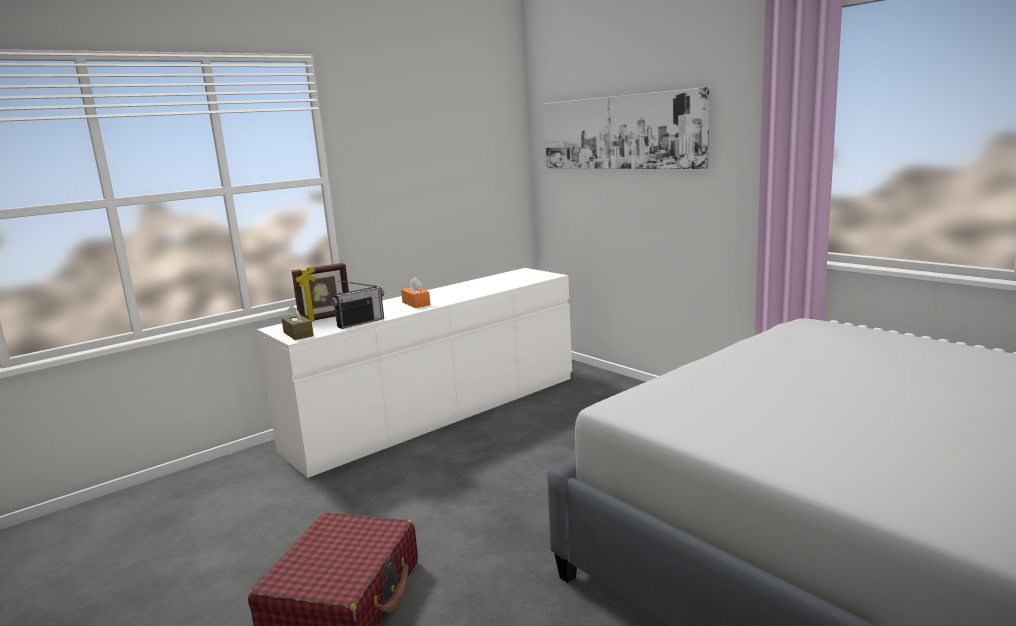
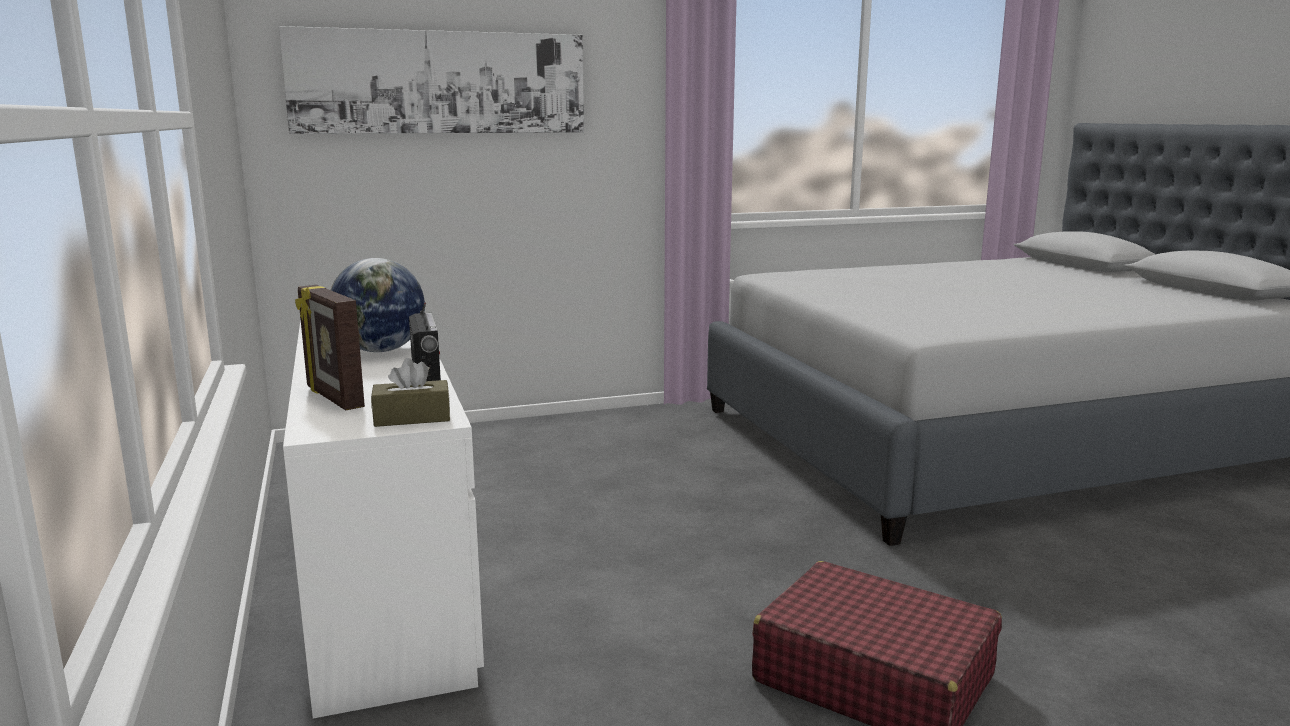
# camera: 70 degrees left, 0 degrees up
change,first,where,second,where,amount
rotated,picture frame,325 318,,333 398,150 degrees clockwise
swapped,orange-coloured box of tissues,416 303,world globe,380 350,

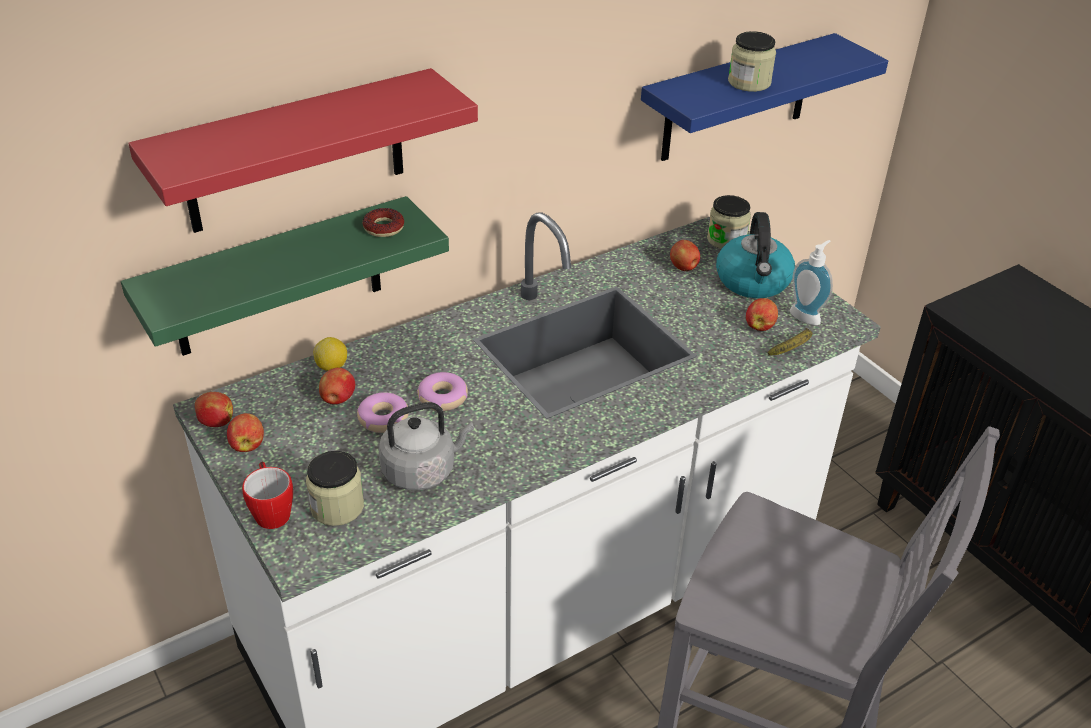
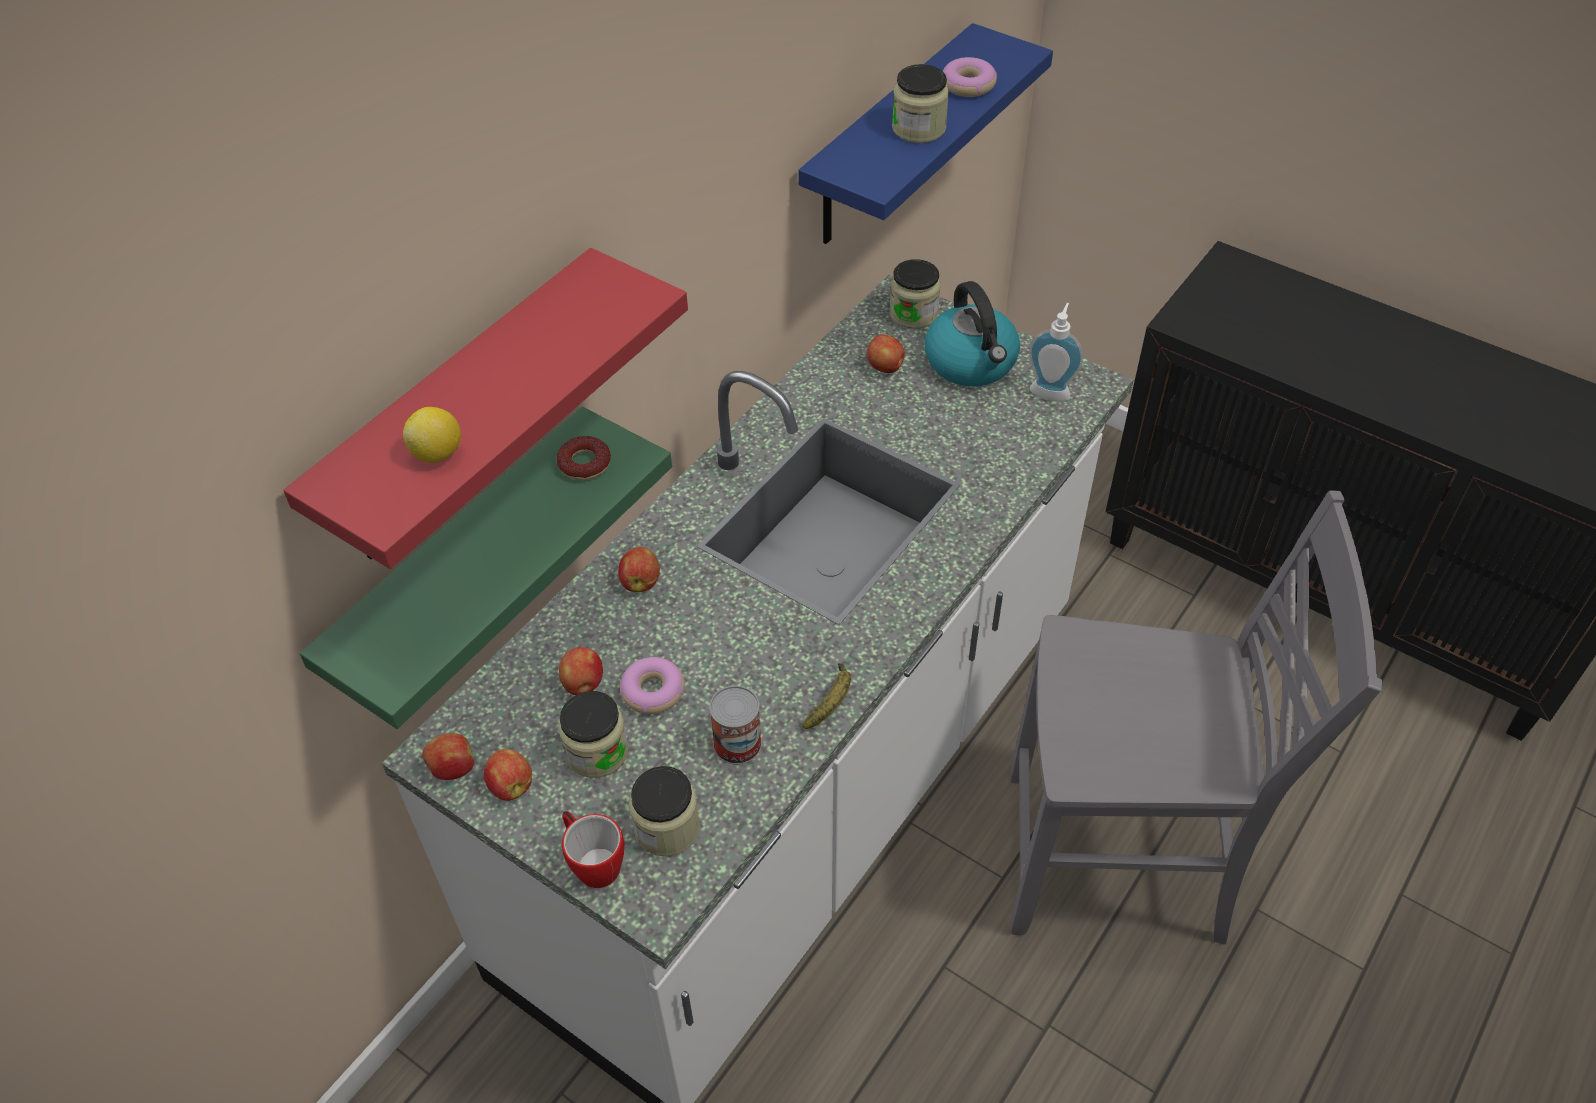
# camera: 20 degrees left, 10 degrees up
change,first,where,second,where,amount
shifted,whole lemon,332 366,,438 453,
swapped,greyish tea kettle,422 470,can,737 744,
shifted,ring doughnut,442 397,,968 85,
shifted,apple,760 326,,641 582,
shifted,banana fruit,793 348,,831 702,
new,,,storage jar,597 752,

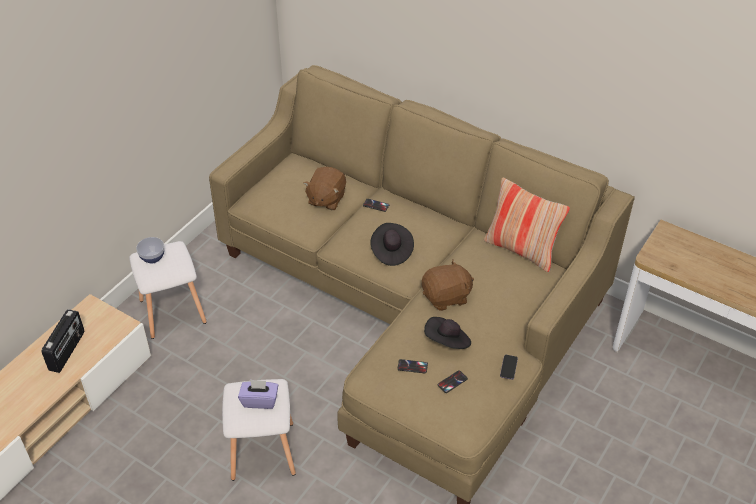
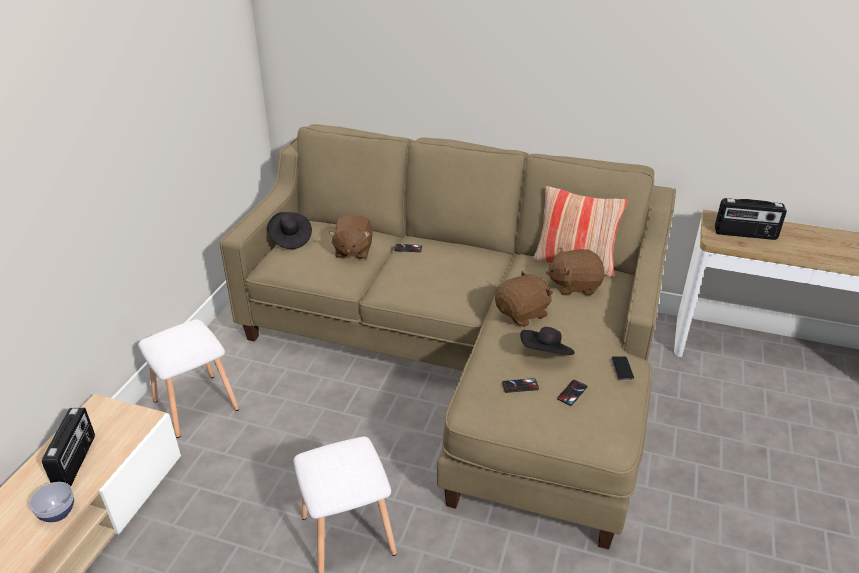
# camera: 15 degrees left, 10 degrees down
change,first,where,second,where,amount
shifted,bowl,152 258,,57 512,
gone,purple box of tissues,259 400,,,
shifted,blackish wearable hat,391 251,,290 239,
new,,,brown-coloured cuddly toy,574 286,
new,,,radio receiver,745 234,

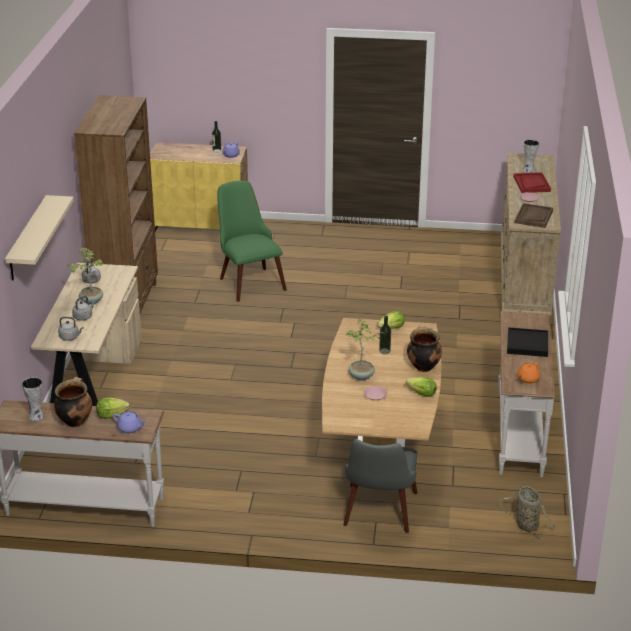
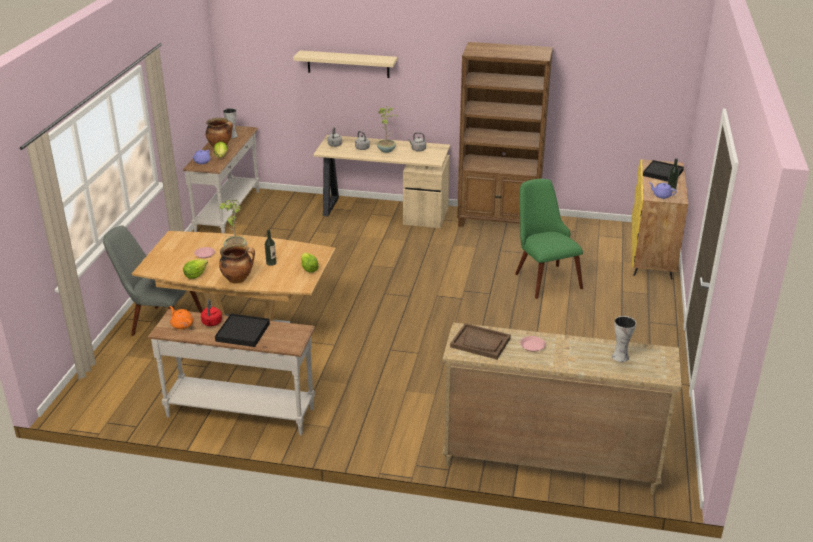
# camera: 95 degrees right, 0 degrees up
change,first,where,second,where,amount
rotated,greenish chair,248 280,,543 277,90 degrees counterclockwise
gone,storage basket,525 524,,,
gone,red-coloured tray,531 184,,,
new,,,red-coloured tea kettle,212 323,
new,,,blackish tray,663 173,

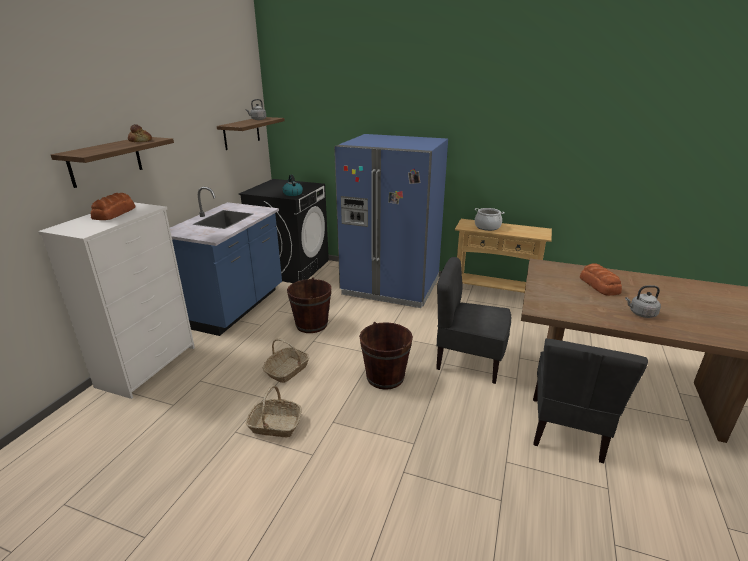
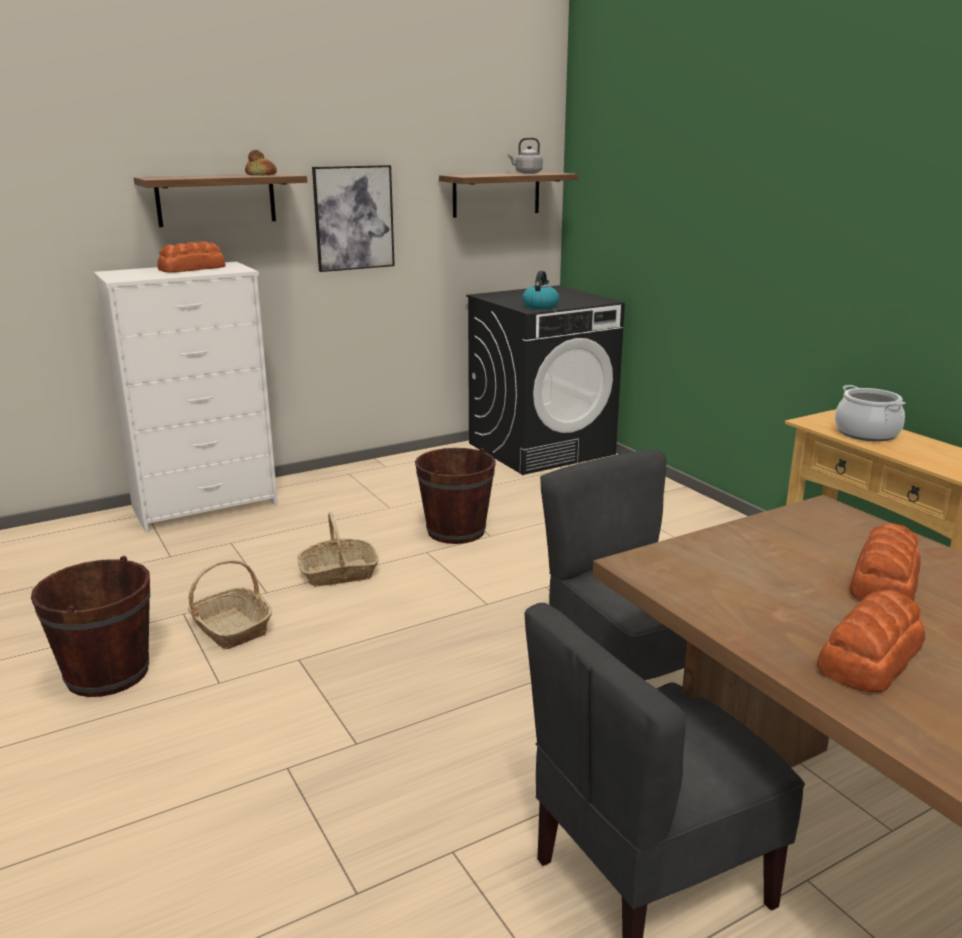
# camera: 40 degrees right, 5 degrees down
change,first,where,second,where,amount
gone,blue-coloured kitchen base unit,235 307,,,
gone,blue-coloured refrigerator,391 287,,,
shifted,brown-coloured bucket,385 377,,107 674,
swapped,greyish tea kettle,641 314,baked bread,869 656,
new,,,picture,353 218,

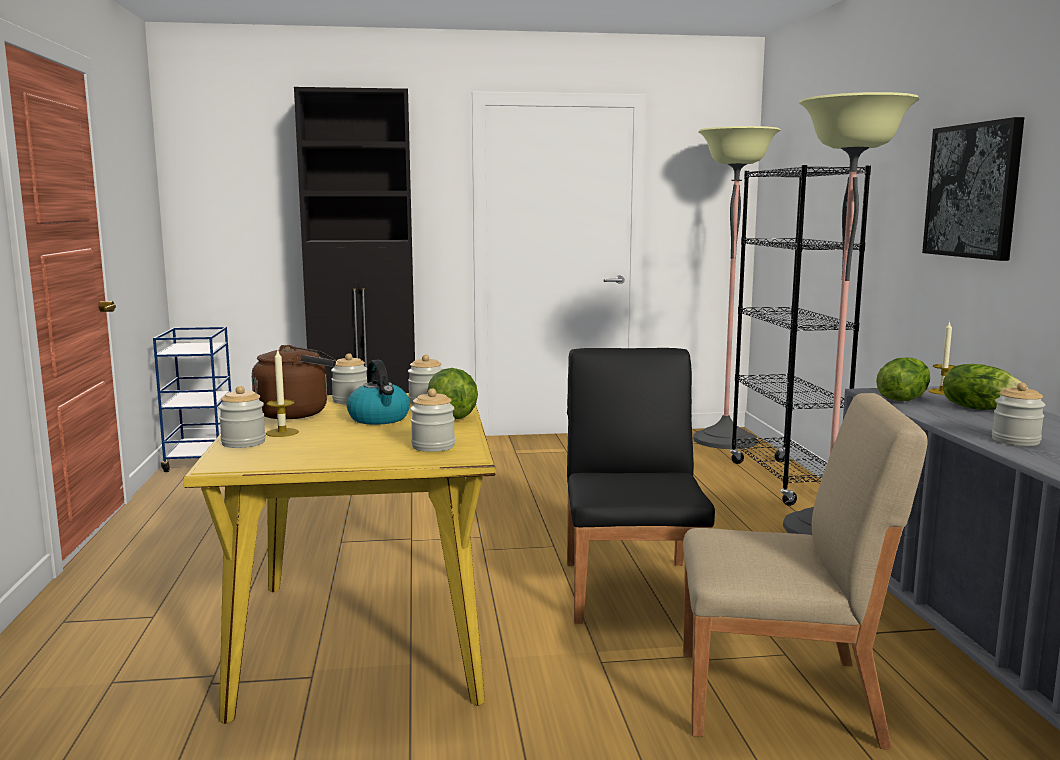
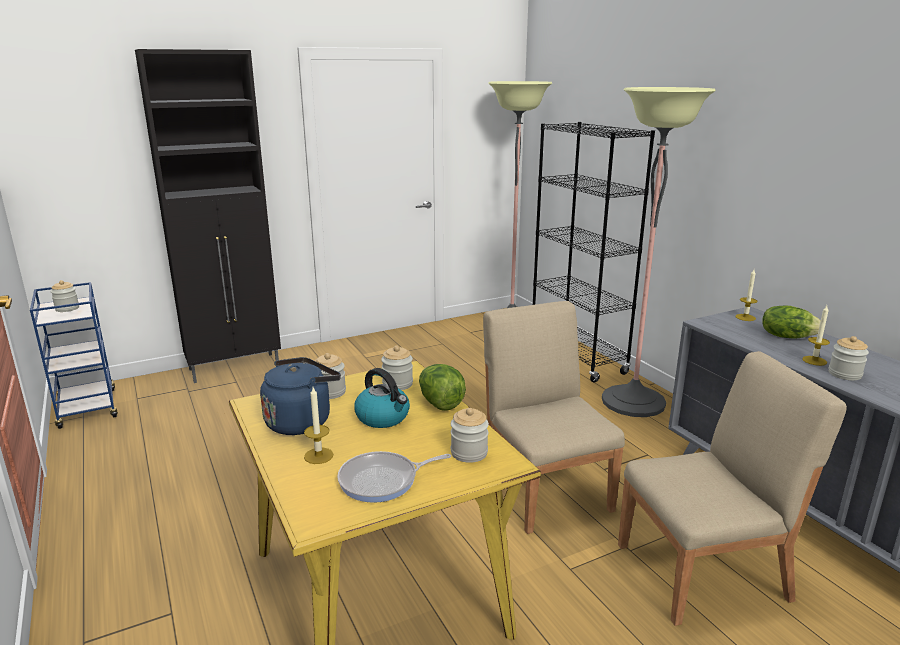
# camera: 20 degrees left, 10 degrees up
change,first,where,second,where,amount
shifted,storage jar,243 443,,67 308,
repainted,brown-coloured tea kettle,296 413,blue-coloured tea kettle,301 421,
repainted,blackish chair,632 589,beige-coloured chair,545 489,
gone,lettuce head,902 399,,,
gone,picture,973 191,,,
new,,,skillet,383 481,
new,,,wax light,814 360,

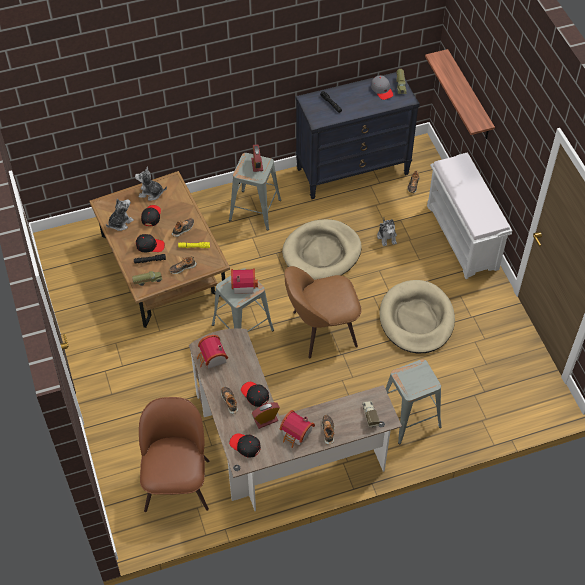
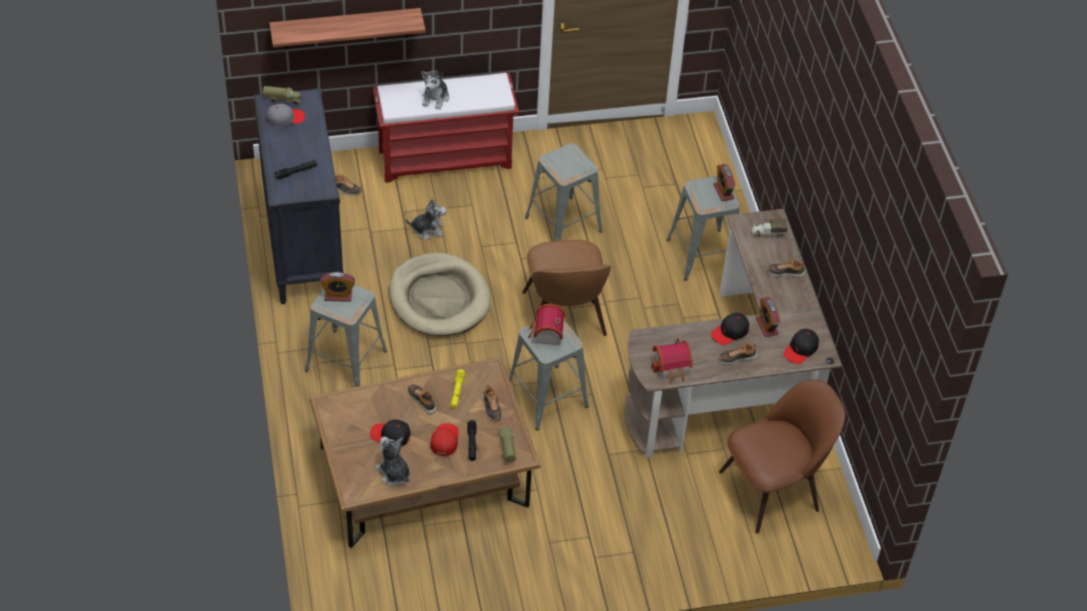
# camera: 85 degrees left, 5 degrees down
change,first,where,second,where,amount
shifted,cuddly toy,151 193,,435 98,
repainted,blackish peaked cap,150 245,red-coloured peaked cap,444 441,
rotated,brown-coloured chair,177 482,,773 489,150 degrees clockwise
gone,miniature house,296 434,,,
swapped,beige-coloured dog bed,416 319,greyish sitting stool,564 224,
repainted,whitish bench,463 237,red-coloured bench,446 158,
new,,,alarm clock,723 192,

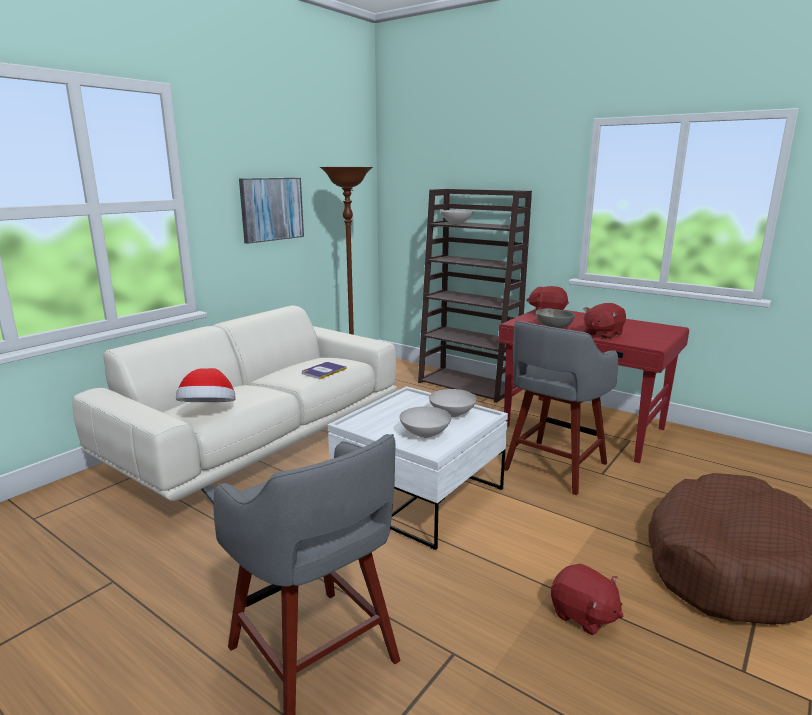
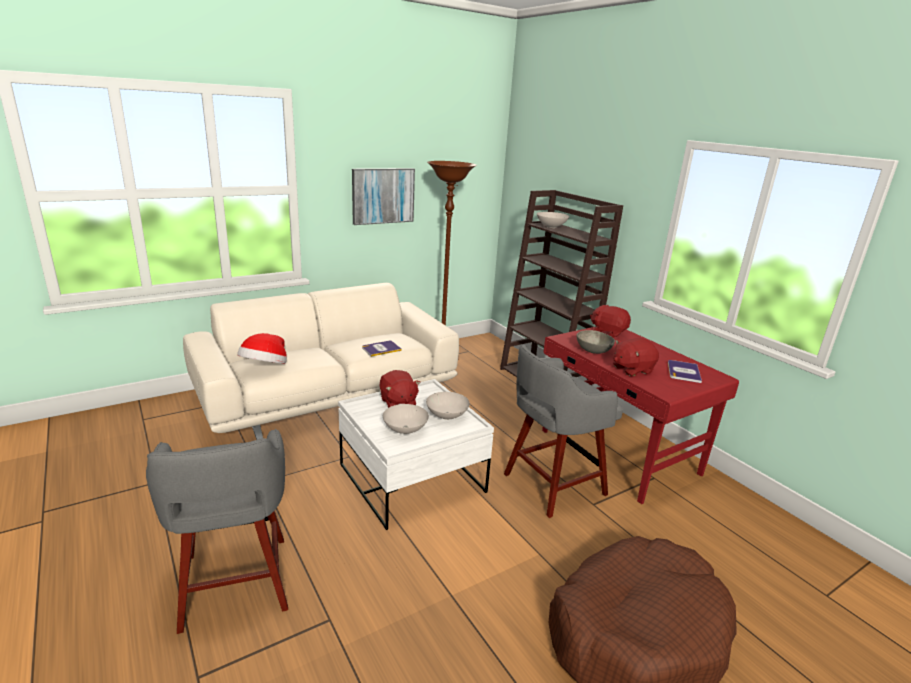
# camera: 20 degrees right, 5 degrees up
change,first,where,second,where,amount
shifted,red-coloured cuddly toy,583 615,,398 402,
new,,,bound book,683 372,

